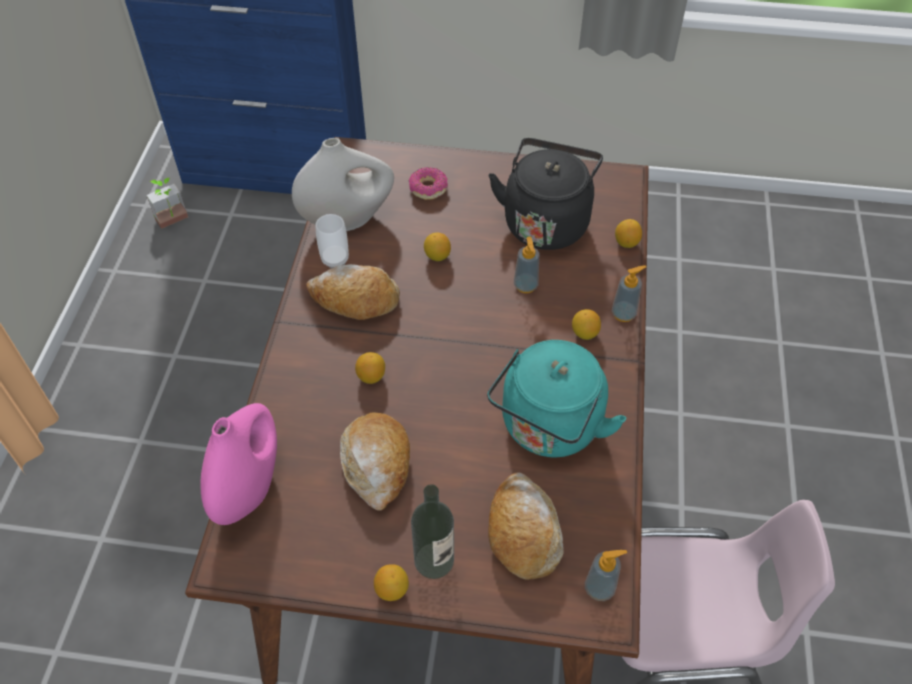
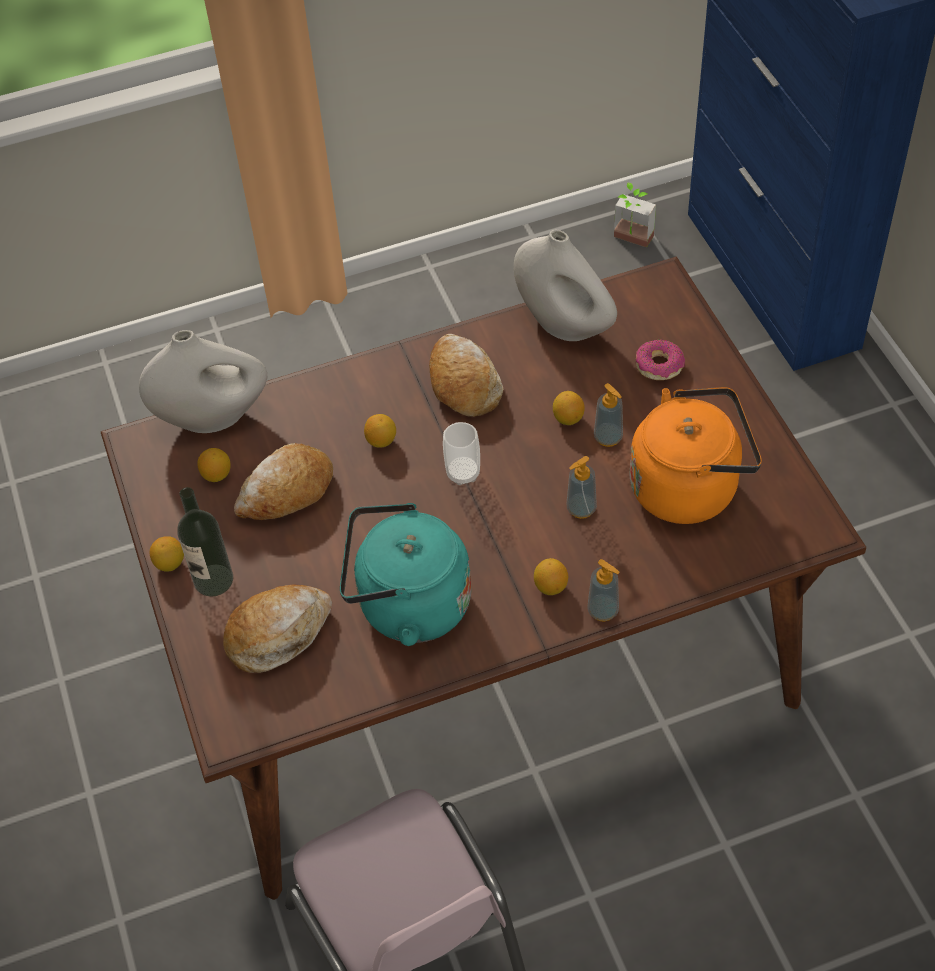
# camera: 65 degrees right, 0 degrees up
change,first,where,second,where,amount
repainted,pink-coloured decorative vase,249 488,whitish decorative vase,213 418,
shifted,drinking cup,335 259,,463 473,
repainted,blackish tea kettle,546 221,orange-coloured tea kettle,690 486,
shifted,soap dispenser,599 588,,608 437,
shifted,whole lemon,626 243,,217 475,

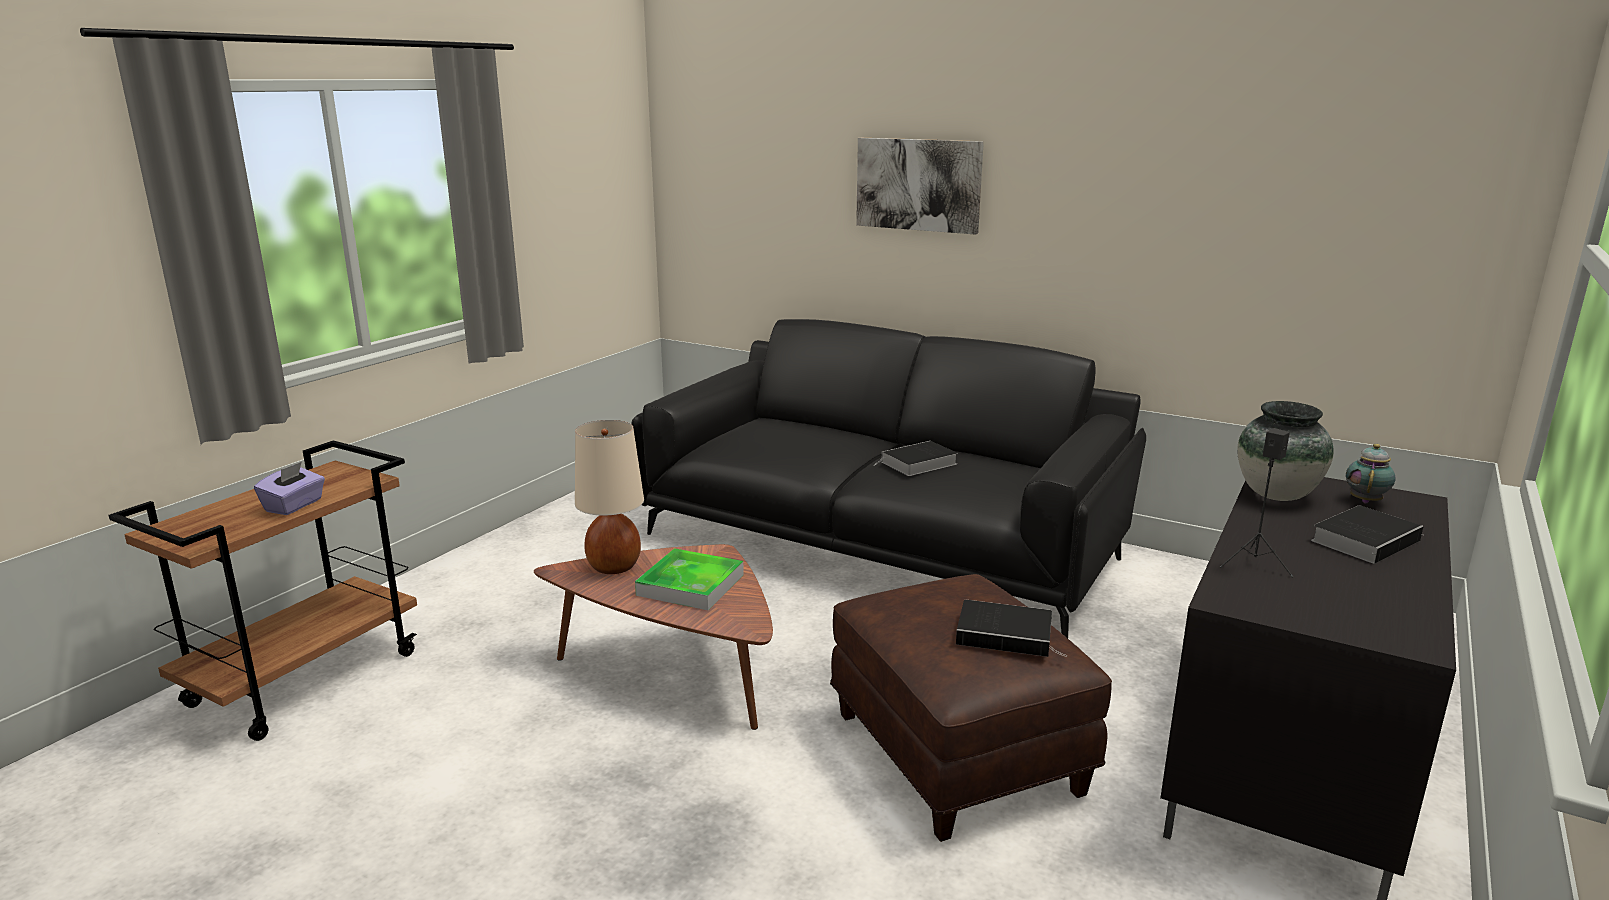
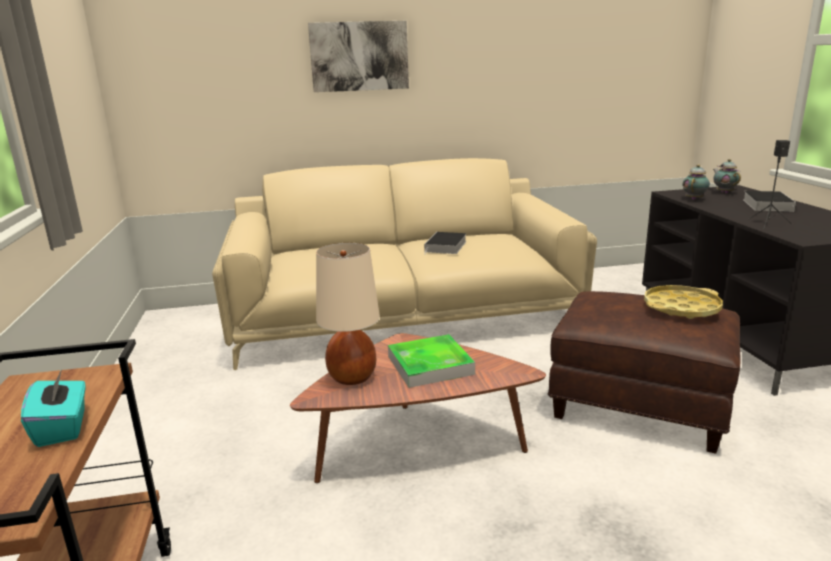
# camera: 40 degrees left, 0 degrees up
change,first,where,second,where,amount
repainted,purple box of tissues,294 506,turquoise-coloured box of tissues,63 428,
repainted,blackish sofa,883 543,beige-coloured sofa,404 317,
swapped,bound book,1007 634,yellow-coloured tray,681 308,
swapped,decorative vase,1276 495,teapot,694 199,

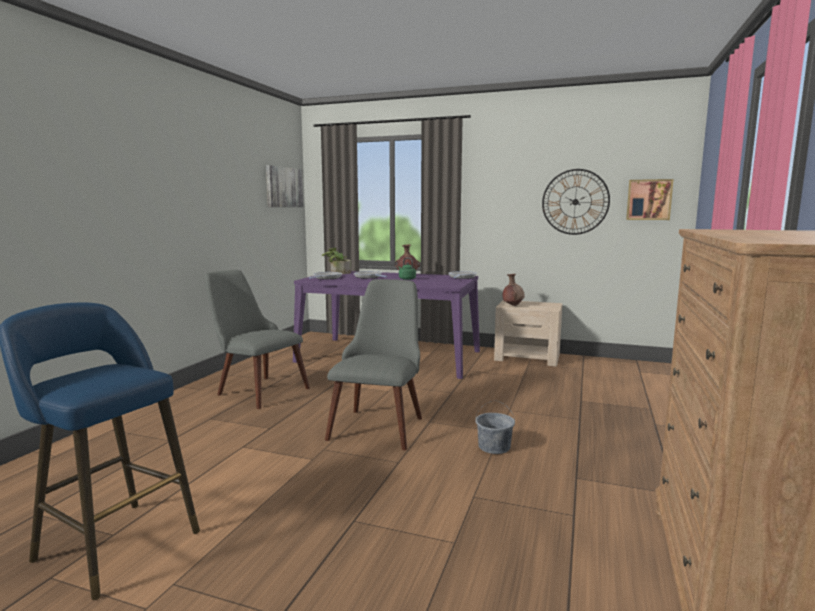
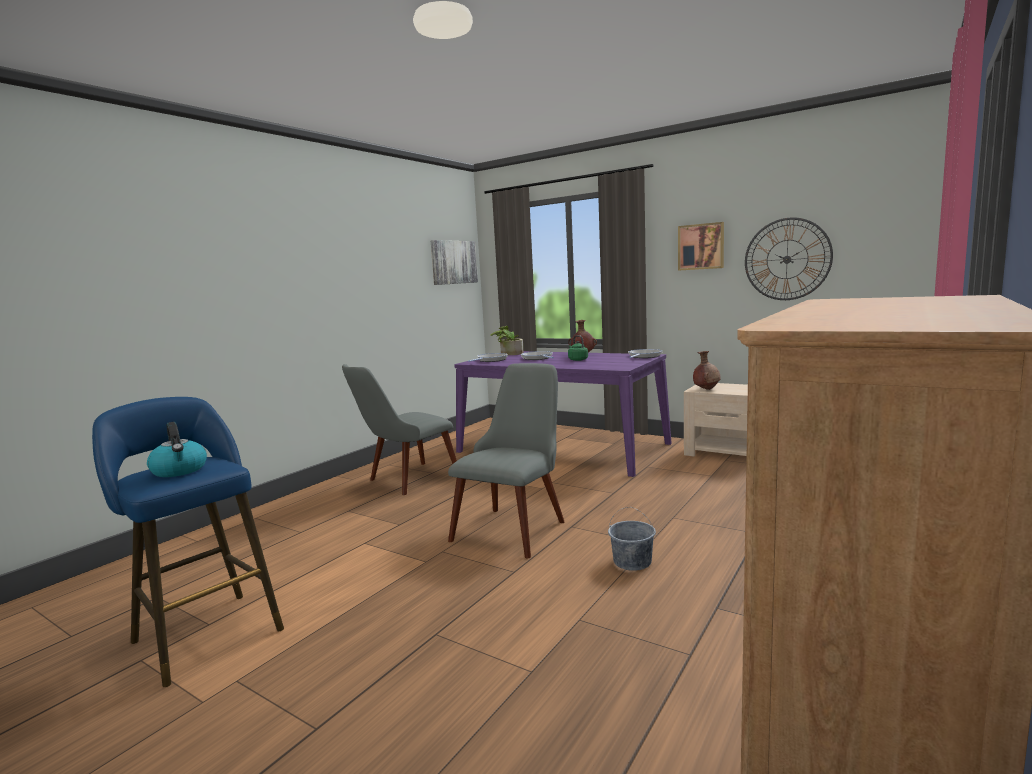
# camera: 15 degrees right, 0 degrees up
change,first,where,second,where,amount
rotated,greyish chair,255 389,,405 481,90 degrees counterclockwise
shifted,picture,649 199,,701 246,
new,,,tea kettle,180 470,

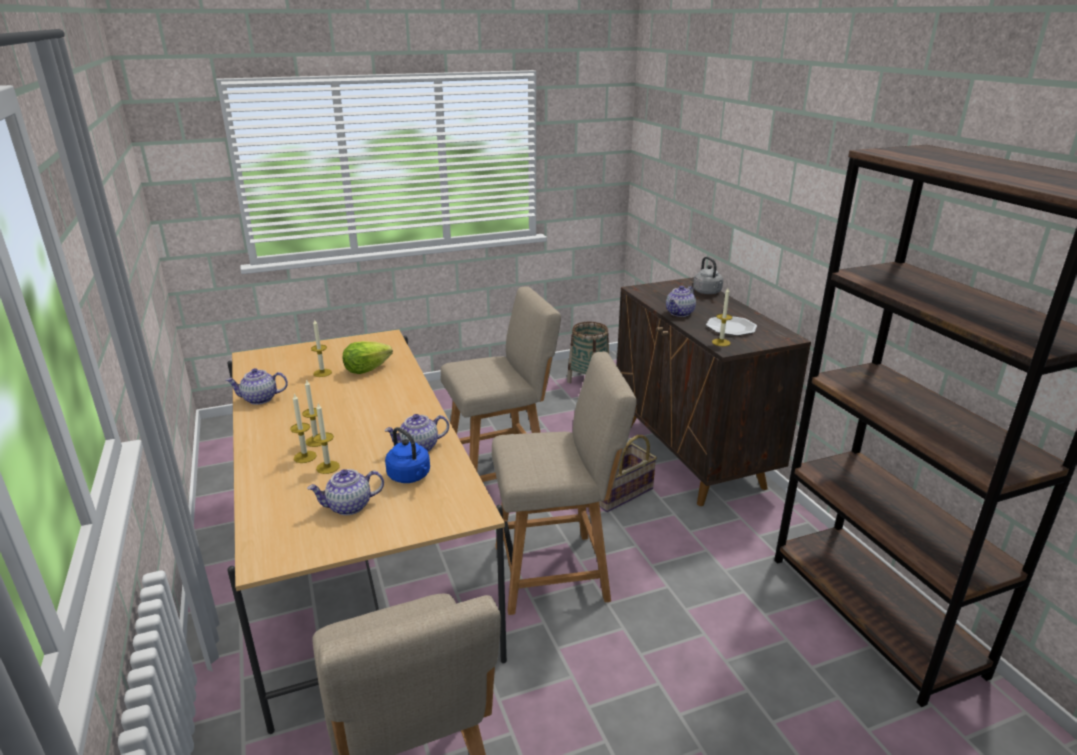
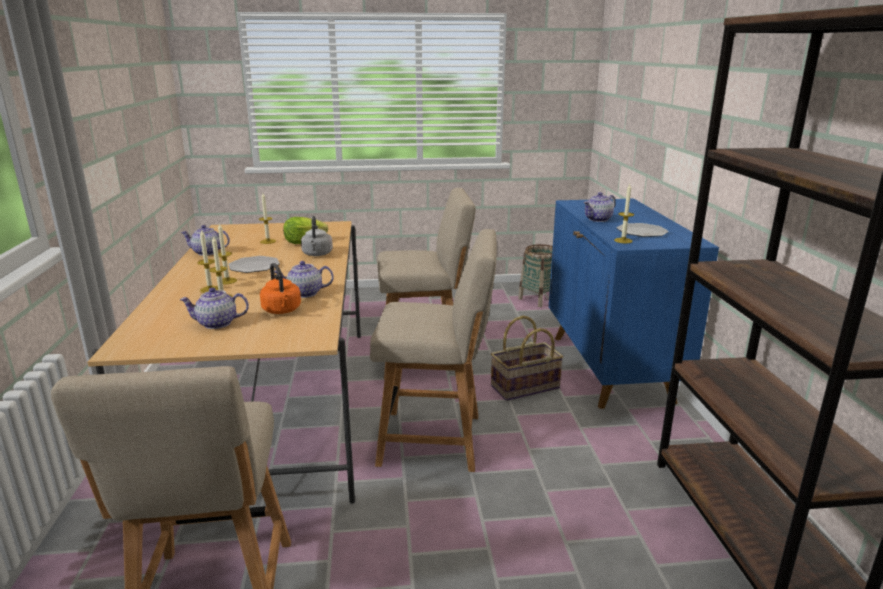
# camera: 15 degrees right, 5 degrees down
change,first,where,second,where,amount
repainted,blue-coloured tea kettle,410 476,orange-coloured tea kettle,282 311,
repainted,brown-coloured cabinet,692 457,blue-coloured cabinet,610 368,
shifted,greyish tea kettle,708 292,,317 254,
new,,,plate,254 266,

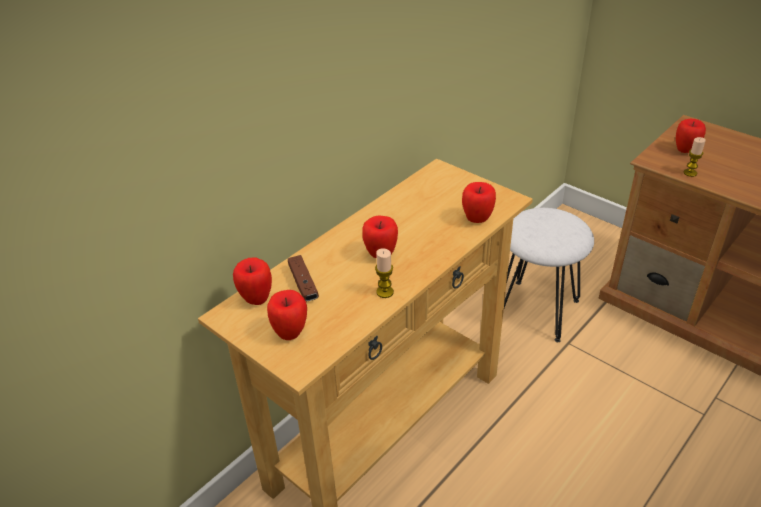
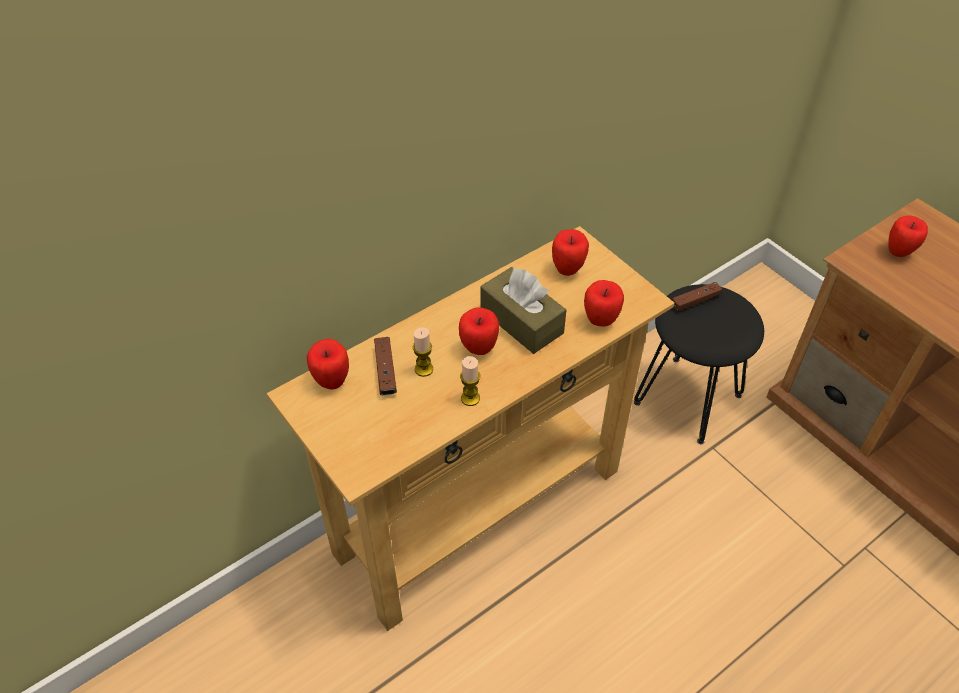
# camera: 10 degrees right, 10 degrees up
change,first,where,second,where,amount
shifted,apple,291 333,,568 270,
repainted,whitish sitting stool,538 310,blackish sitting stool,688 399,
shifted,wax light,690 173,,424 369,
new,,,brown-coloured box of tissues,521 321,
new,,,brown-coloured game controller,695 301,

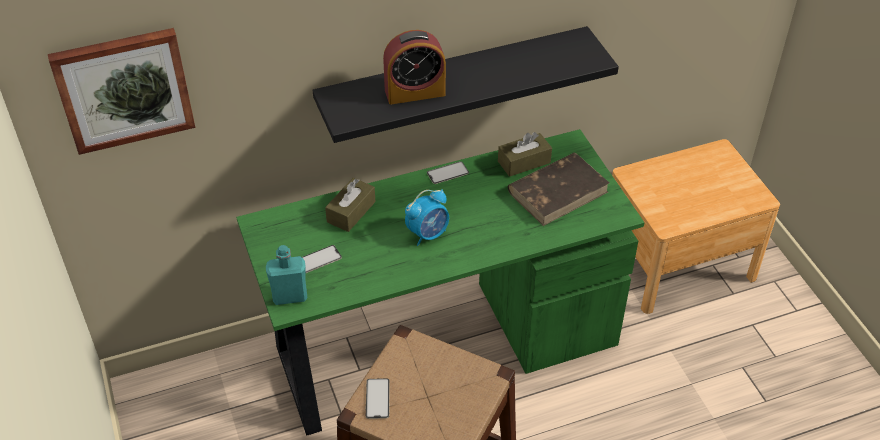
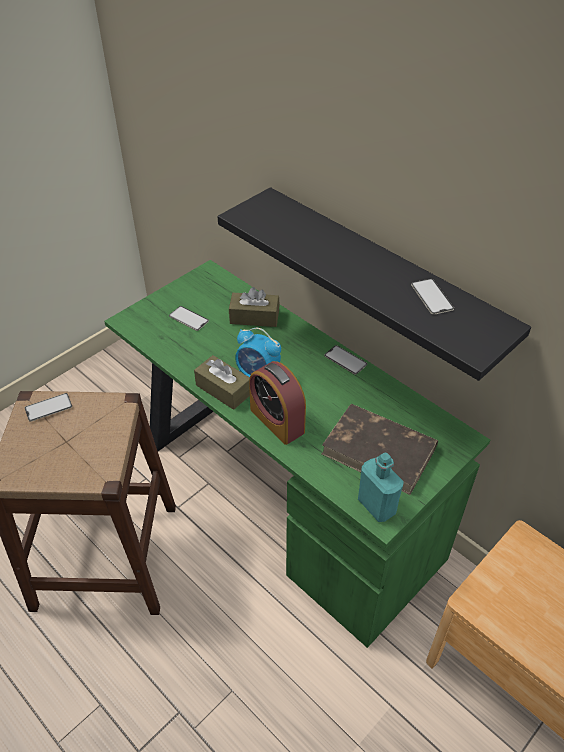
# camera: 65 degrees right, 0 degrees up
change,first,where,second,where,amount
gone,picture,124 89,,,
shifted,turquoise-coloured bottle,290 296,,377 506,
shifted,alarm clock,415 92,,277 421,
shifted,brown-coloured box of tissues,524 162,,223 389,
new,,,handset,432 297,

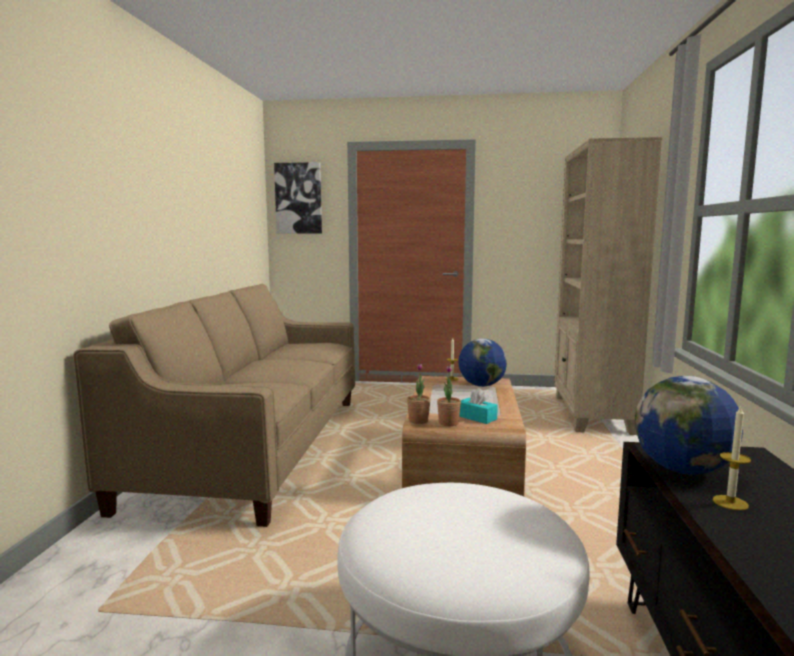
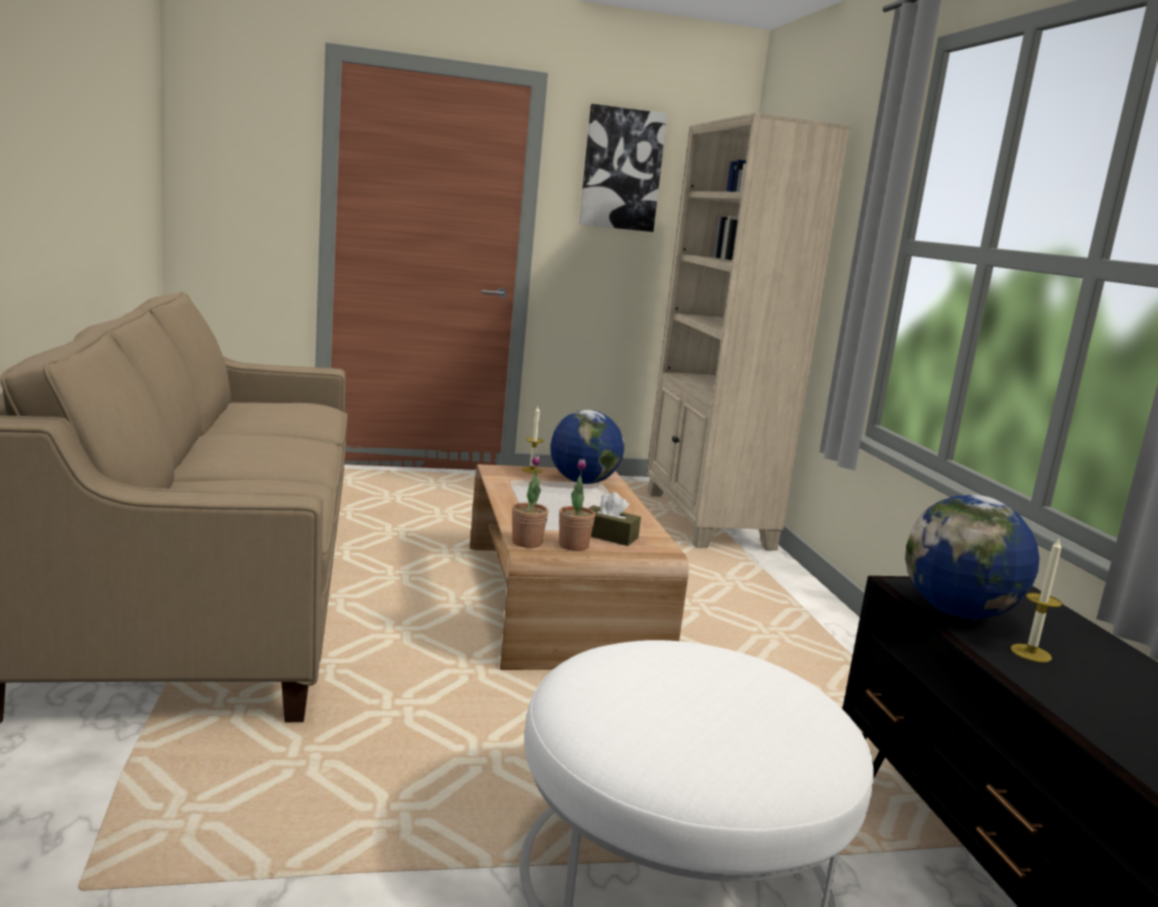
# camera: 20 degrees left, 5 degrees up
change,first,where,second,where,amount
shifted,picture,298 198,,621 169,
repainted,turquoise-coloured box of tissues,477 417,brown-coloured box of tissues,608 536,

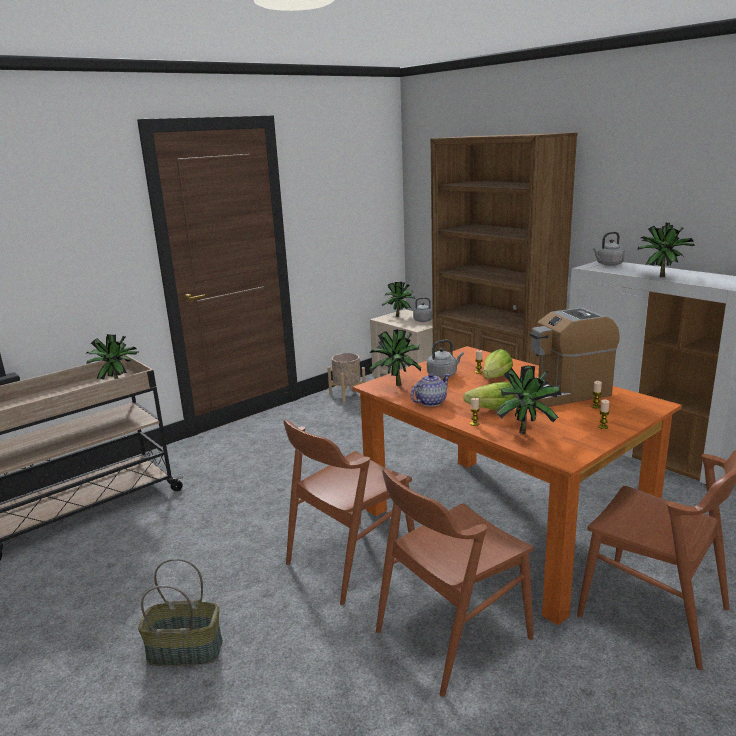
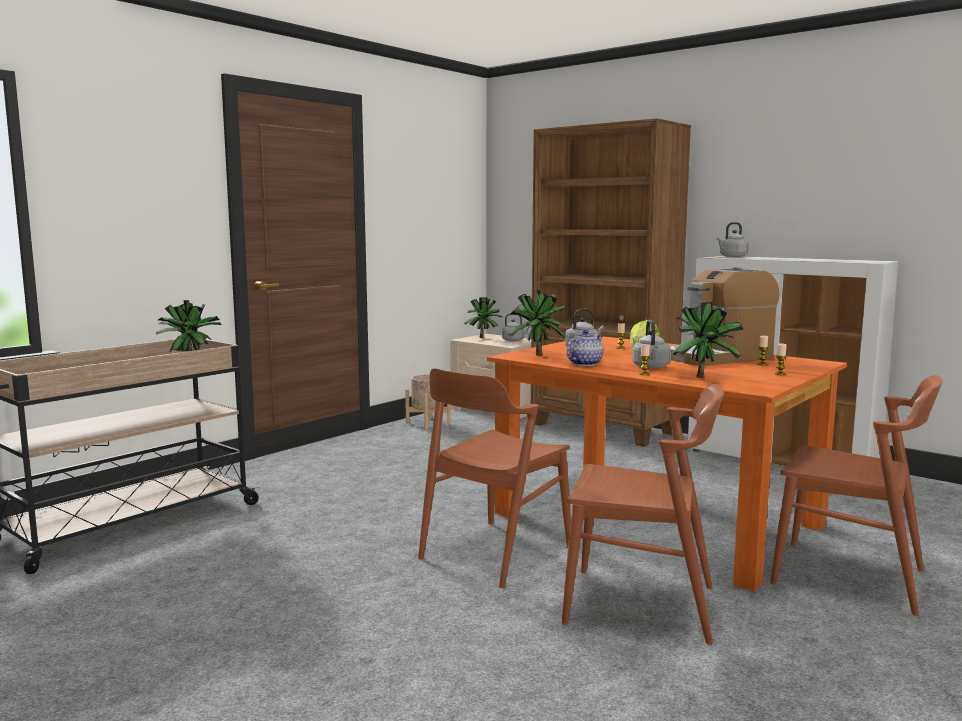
# camera: 10 degrees left, 10 degrees down
change,first,where,second,where,amount
gone,storage basket,186 650,,,
rotated,brown-coloured chair,452 634,,641 604,120 degrees counterclockwise
swapped,lettuce head,488 410,greyish tea kettle,651 367,
gone,potted plant,660 276,,,

